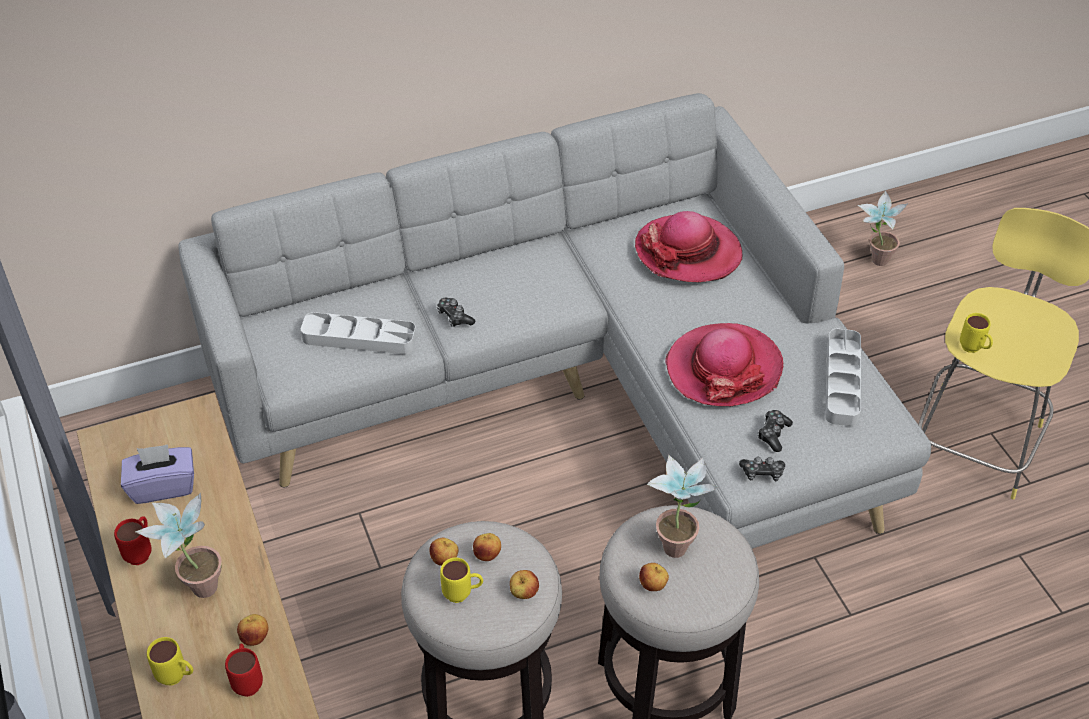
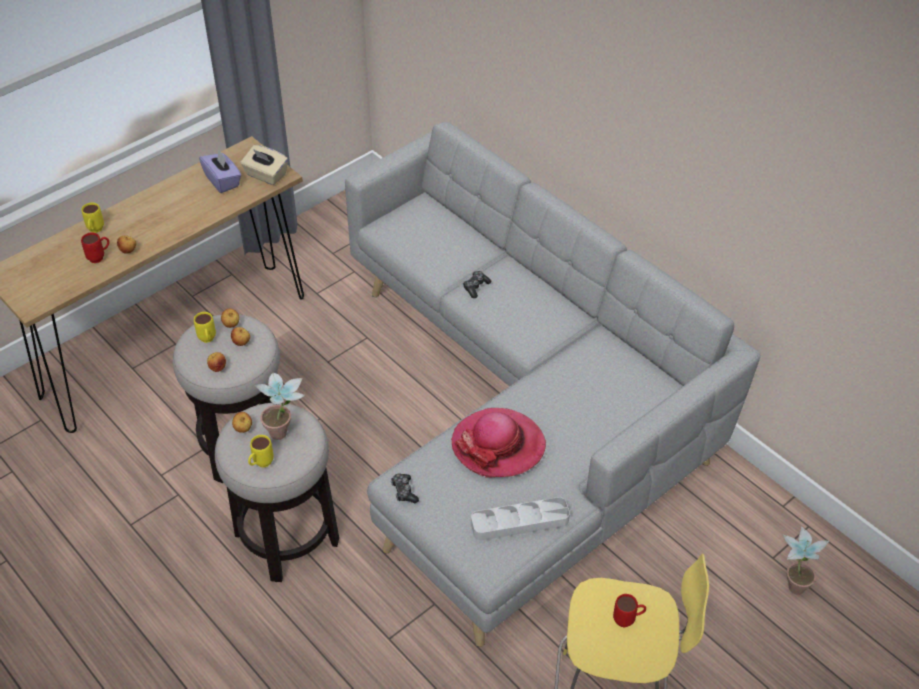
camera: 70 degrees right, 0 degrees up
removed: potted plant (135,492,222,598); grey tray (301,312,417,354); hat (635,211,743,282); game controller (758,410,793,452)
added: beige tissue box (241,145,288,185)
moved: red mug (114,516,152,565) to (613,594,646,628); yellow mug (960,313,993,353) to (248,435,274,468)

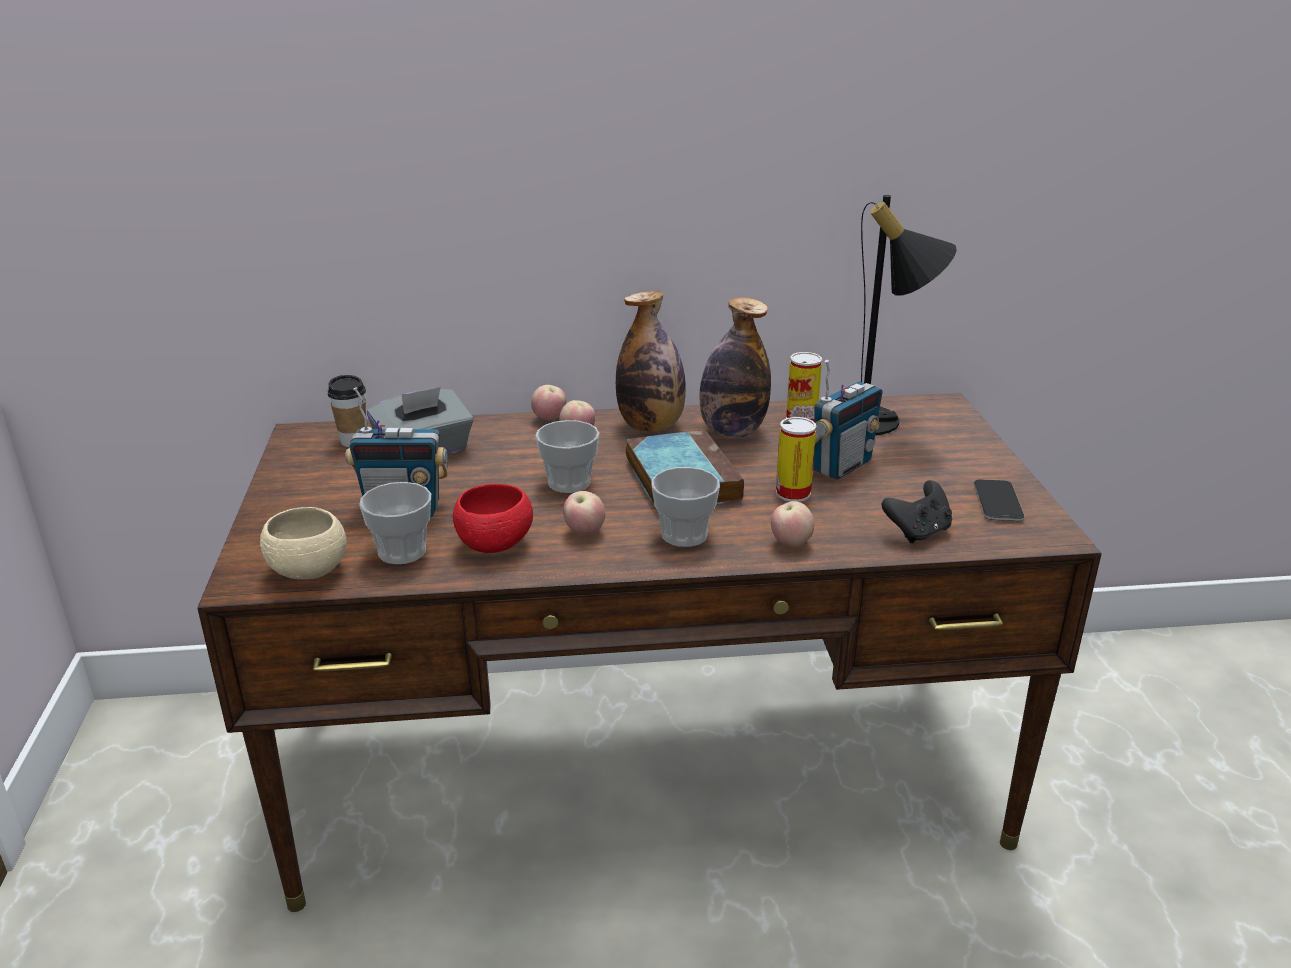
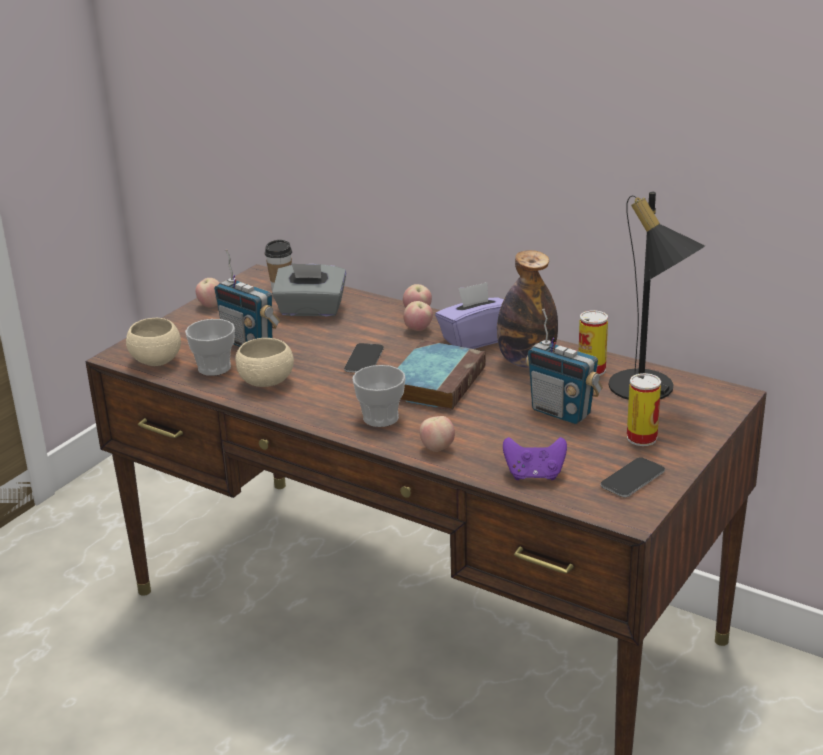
camera: 40 degrees right, 0 degrees up
moved: apple (563,491,605,536) to (195,278,220,307); can (776,417,816,502) to (627,373,661,446)
replaced: cup (535,420,599,493) to phone (344,343,384,373); bottle (616,291,686,432) to purple tissue box (435,282,504,349)
recoloured: red bowl (453,484,533,553) to beige bowl (235,338,294,387); black game controller (882,480,952,543) to purple game controller (503,437,567,480)
turned: radio (813,360,883,480) = (526,309,603,424) 45 degrees clockwise

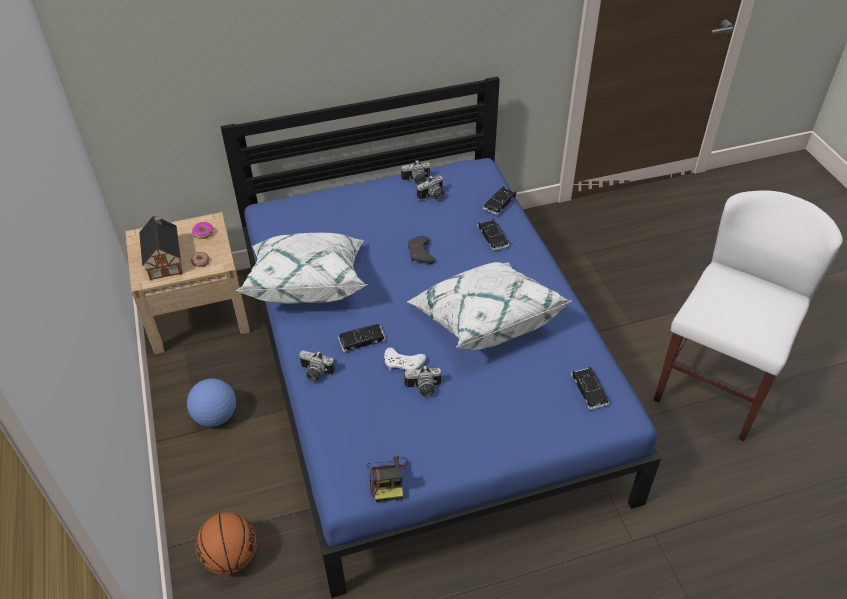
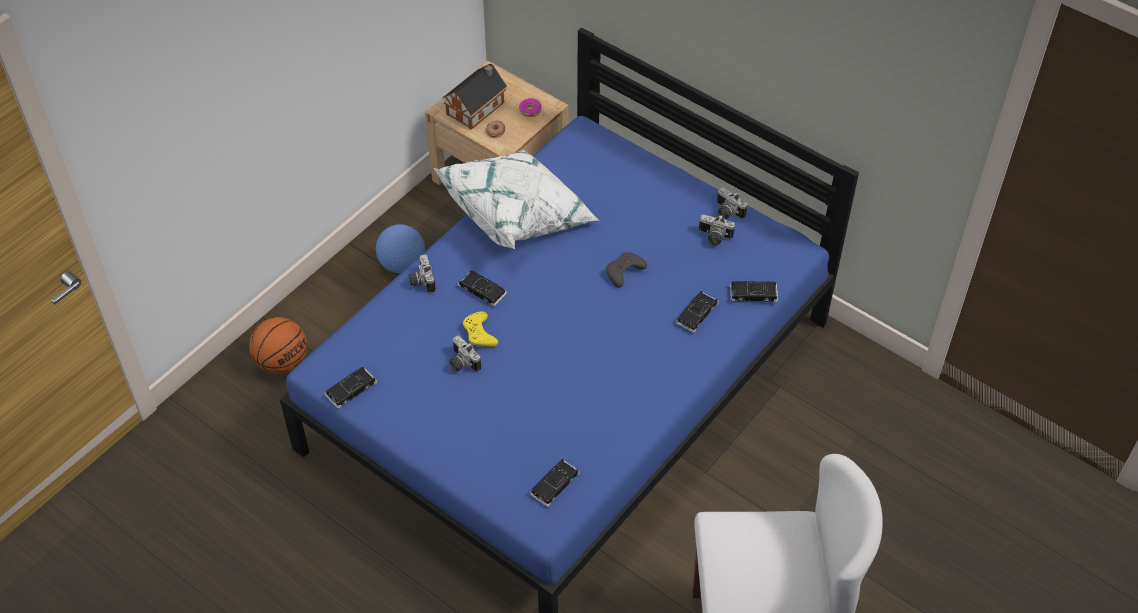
camera: 55 degrees right, 5 degrees up
removed: white pillow (407,262,571,350)
replaced: photo camera (367,456,408,502) to black toy car (325,367,377,408)
recoloured: white game controller (384,348,426,371) to yellow game controller (463,311,498,347)

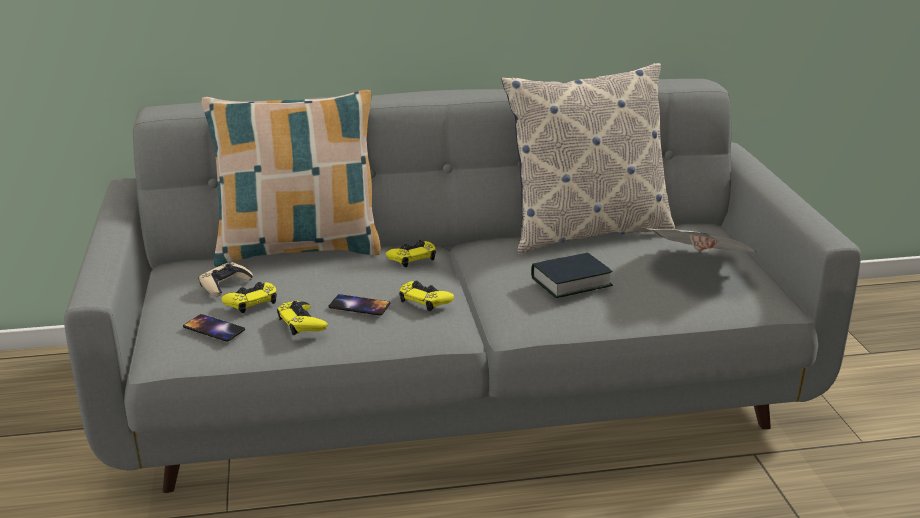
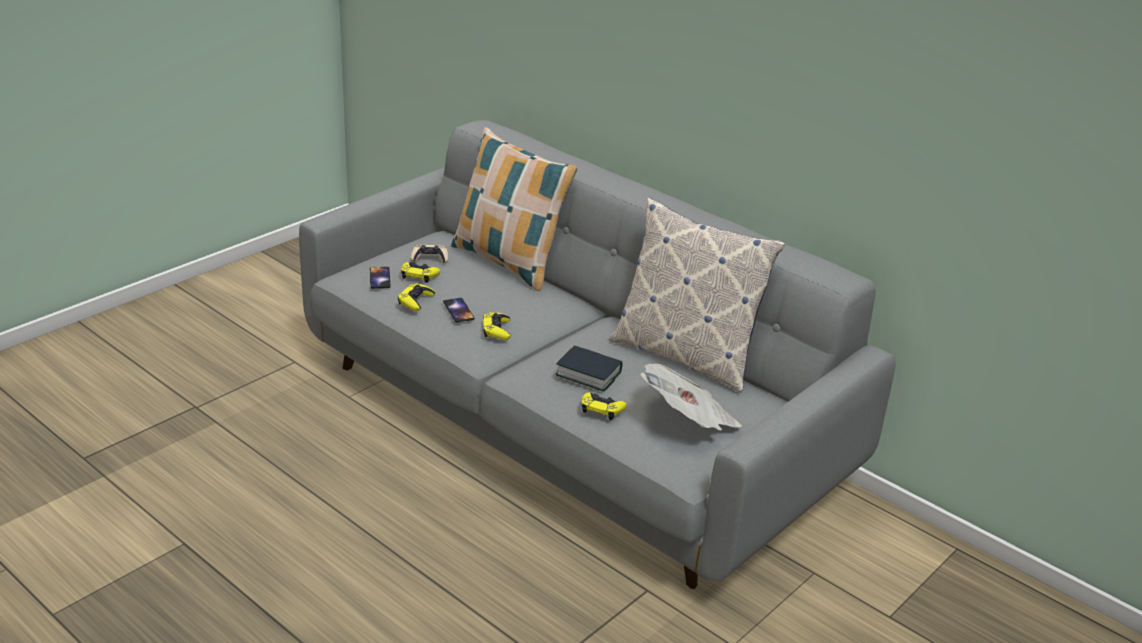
camera: 50 degrees right, 5 degrees up
moved: yellow game controller (386,240,436,267) to (581,392,627,420)

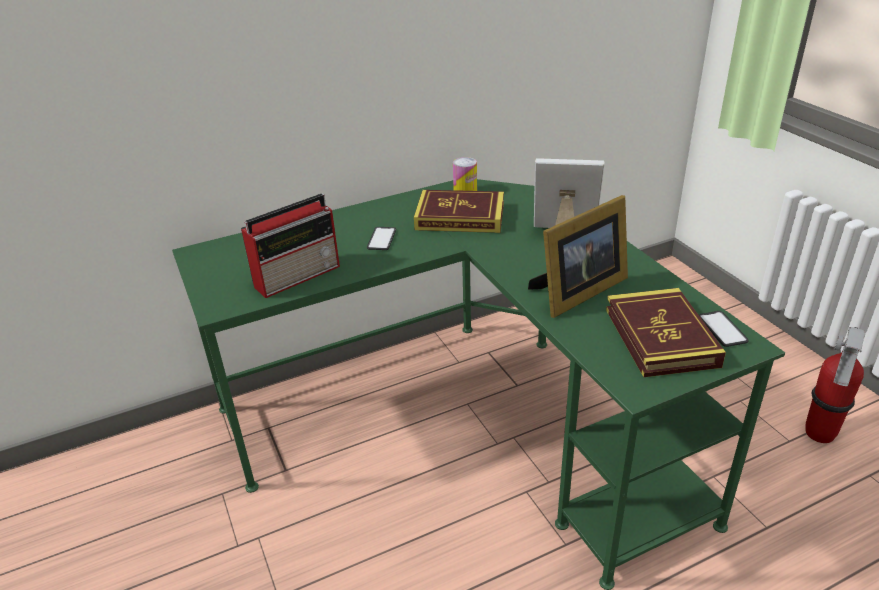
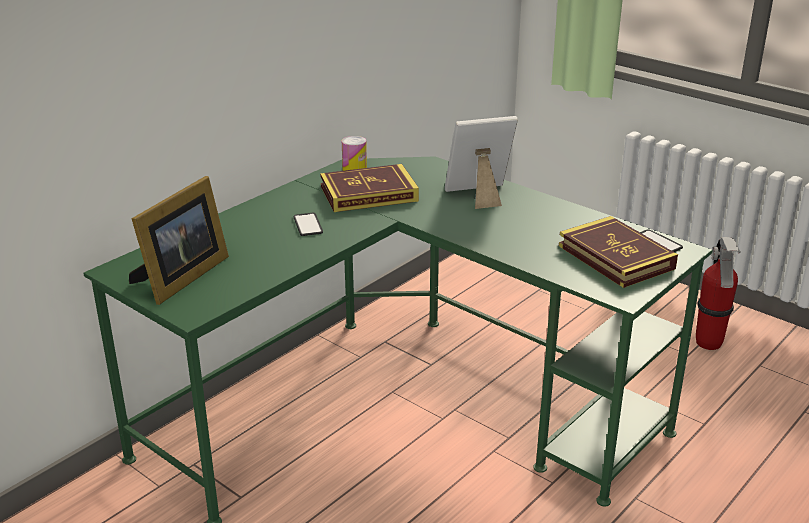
camera: 25 degrees left, 5 degrees down
removed: radio (241,194,340,298)
moved: picture frame (528,195,628,318) to (129,176,229,305)

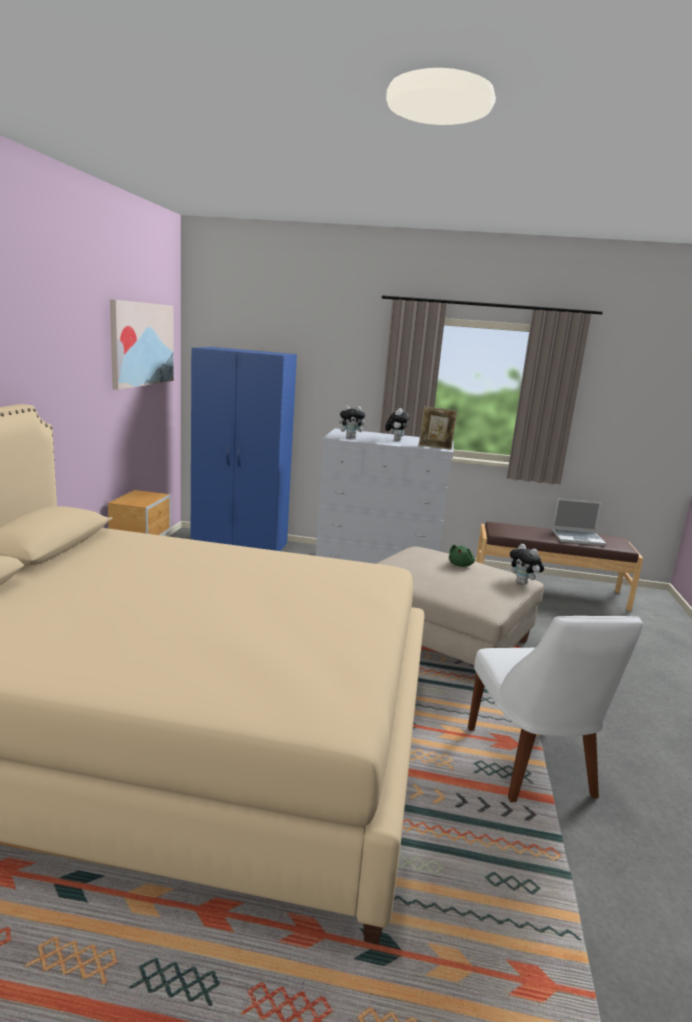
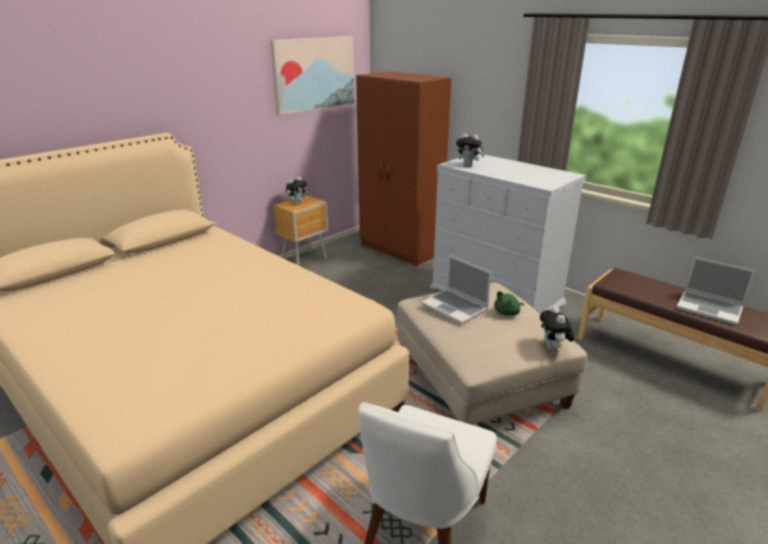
camera: 35 degrees right, 10 degrees up
removed: picture frame (419,406,457,450)
added: laptop (421,255,492,324)
moved: plush toy (385,408,410,441) to (286,177,308,204)
recoloured: blue wardrobe (191,347,297,551) to brown wardrobe (356,71,451,266)

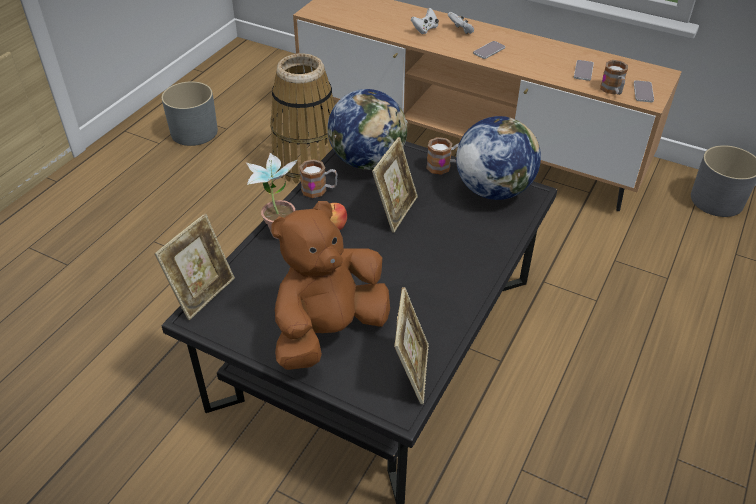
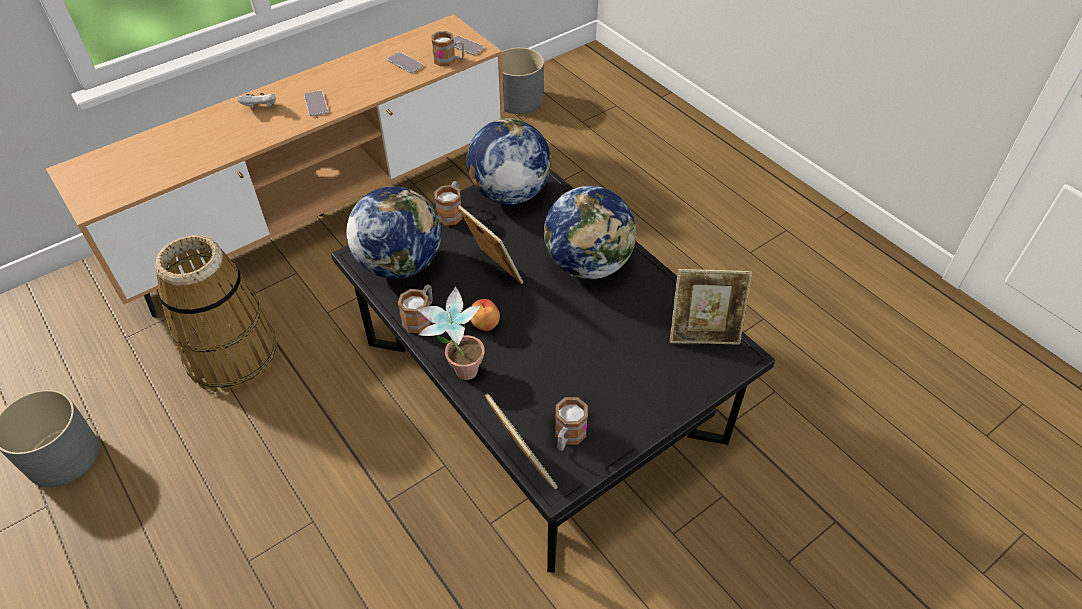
camera: 65 degrees left, 5 degrees up
removed: brown plush toy (271,201,390,370); white game controller (411,8,439,34)
added: globe (544,186,637,279); mug (555,397,588,451)
turned: picture frame (394,287,429,404) = (670,269,752,345) 150 degrees clockwise

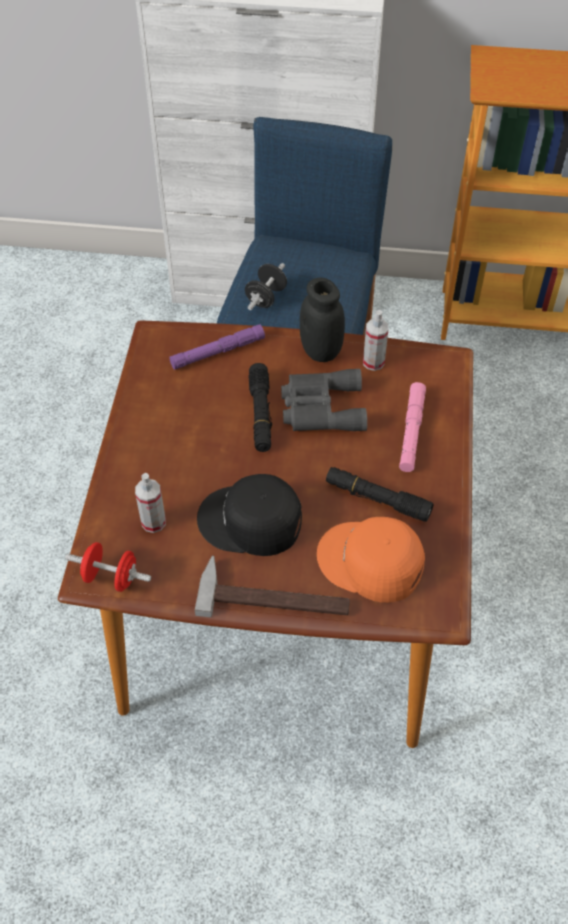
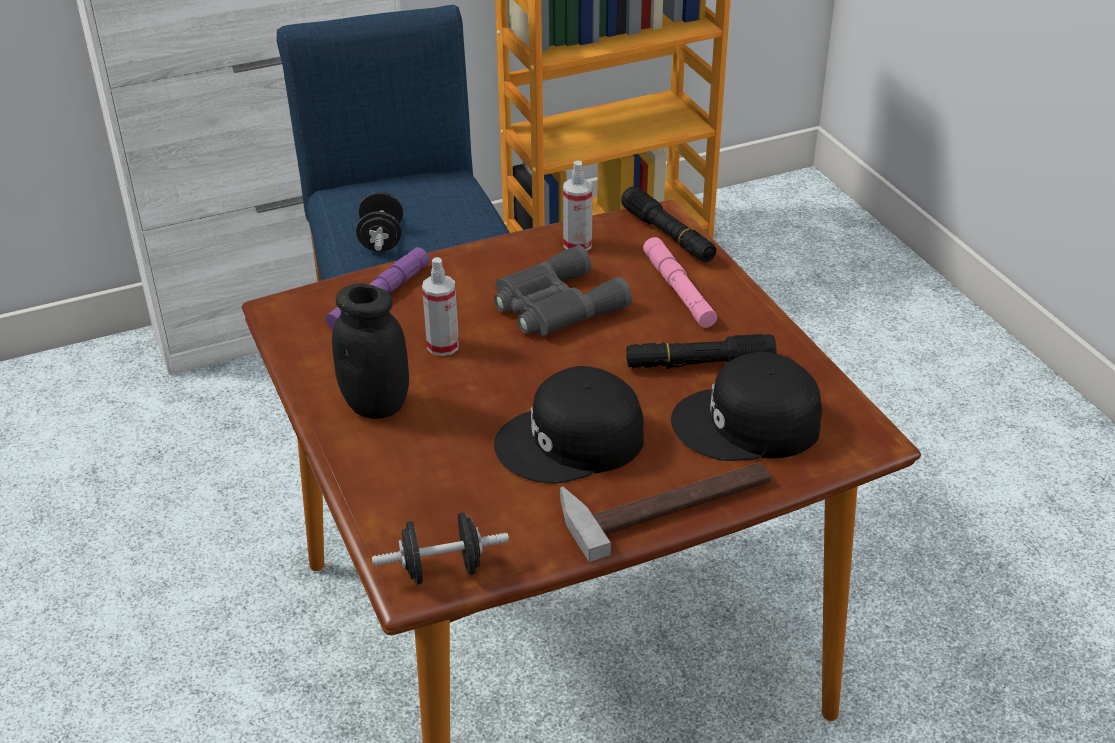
camera: 30 degrees left, 15 degrees down
moved: spray bottle (135,473,166,533) to (422,257,459,356); black flashlight (249,363,272,452) to (621,187,716,262); black jar (300,278,345,362) to (332,283,409,419)
recoloured: red dumbbell (65,542,151,592) to black dumbbell (372,512,509,585); orange cap (317,517,425,603) to black cap (671,352,822,461)

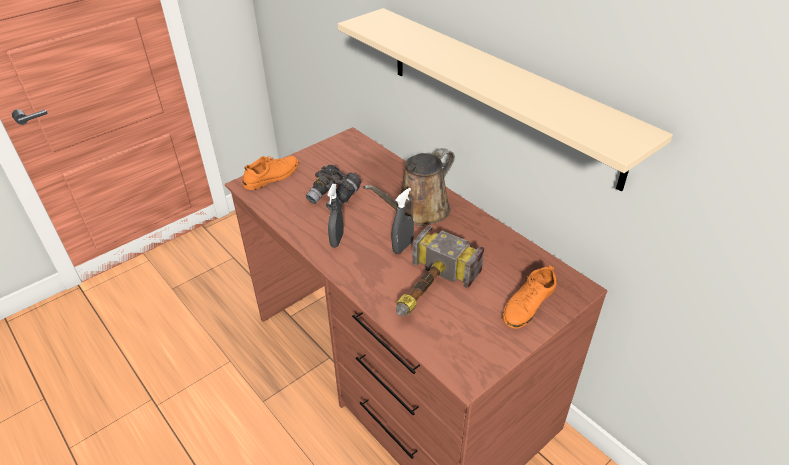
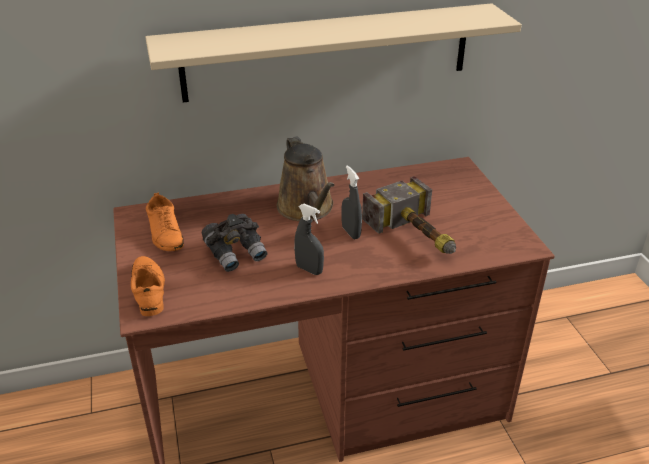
camera: 65 degrees left, 5 degrees down
moved: orange shoe (502,265,557,329) to (146,193,184,251)

